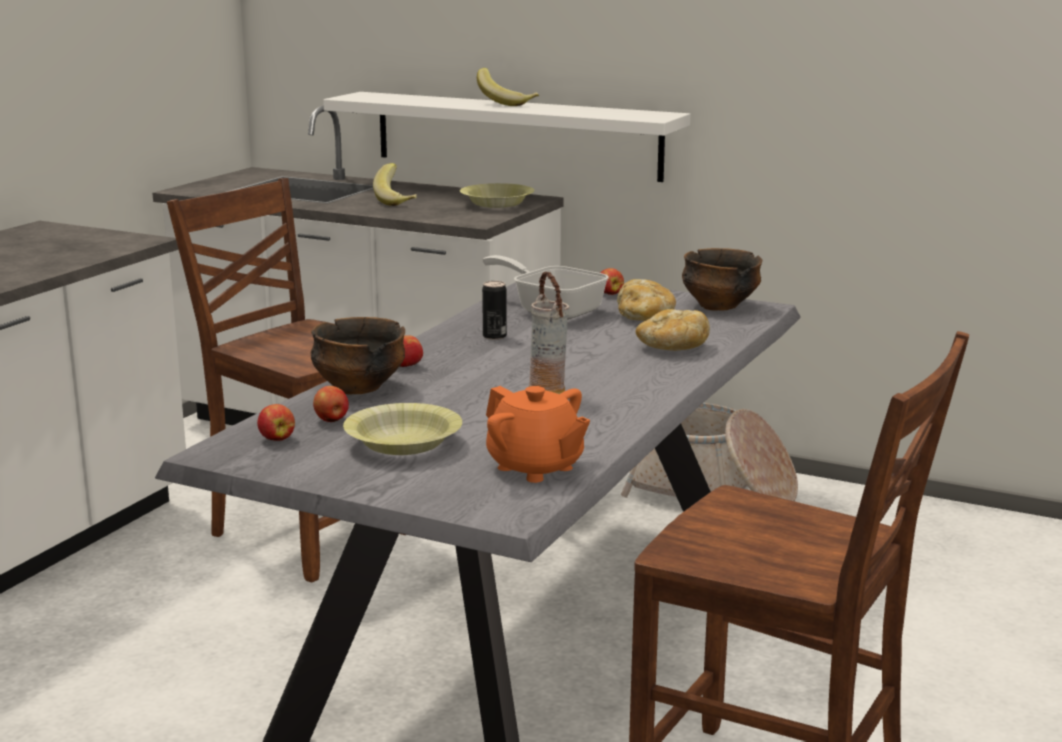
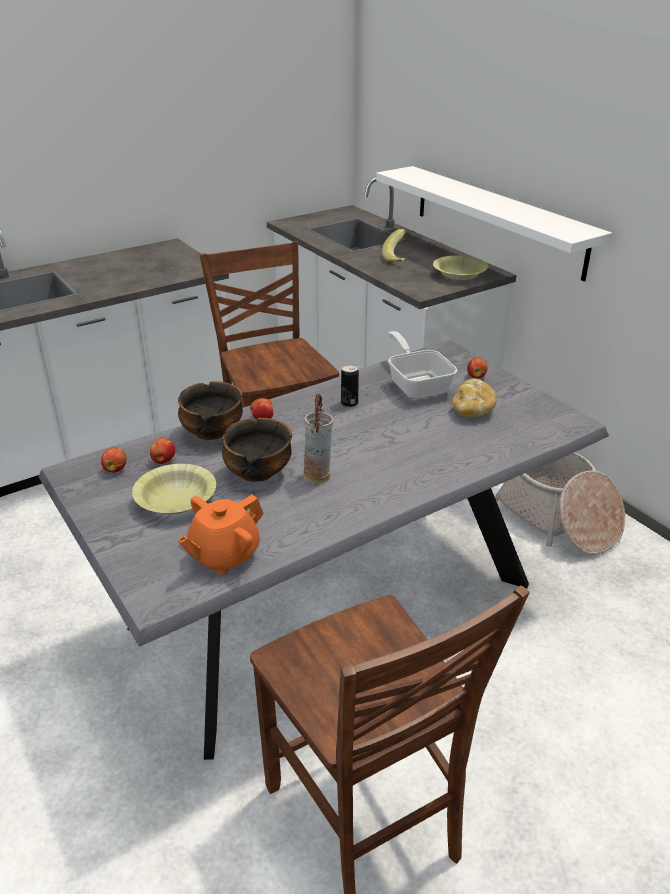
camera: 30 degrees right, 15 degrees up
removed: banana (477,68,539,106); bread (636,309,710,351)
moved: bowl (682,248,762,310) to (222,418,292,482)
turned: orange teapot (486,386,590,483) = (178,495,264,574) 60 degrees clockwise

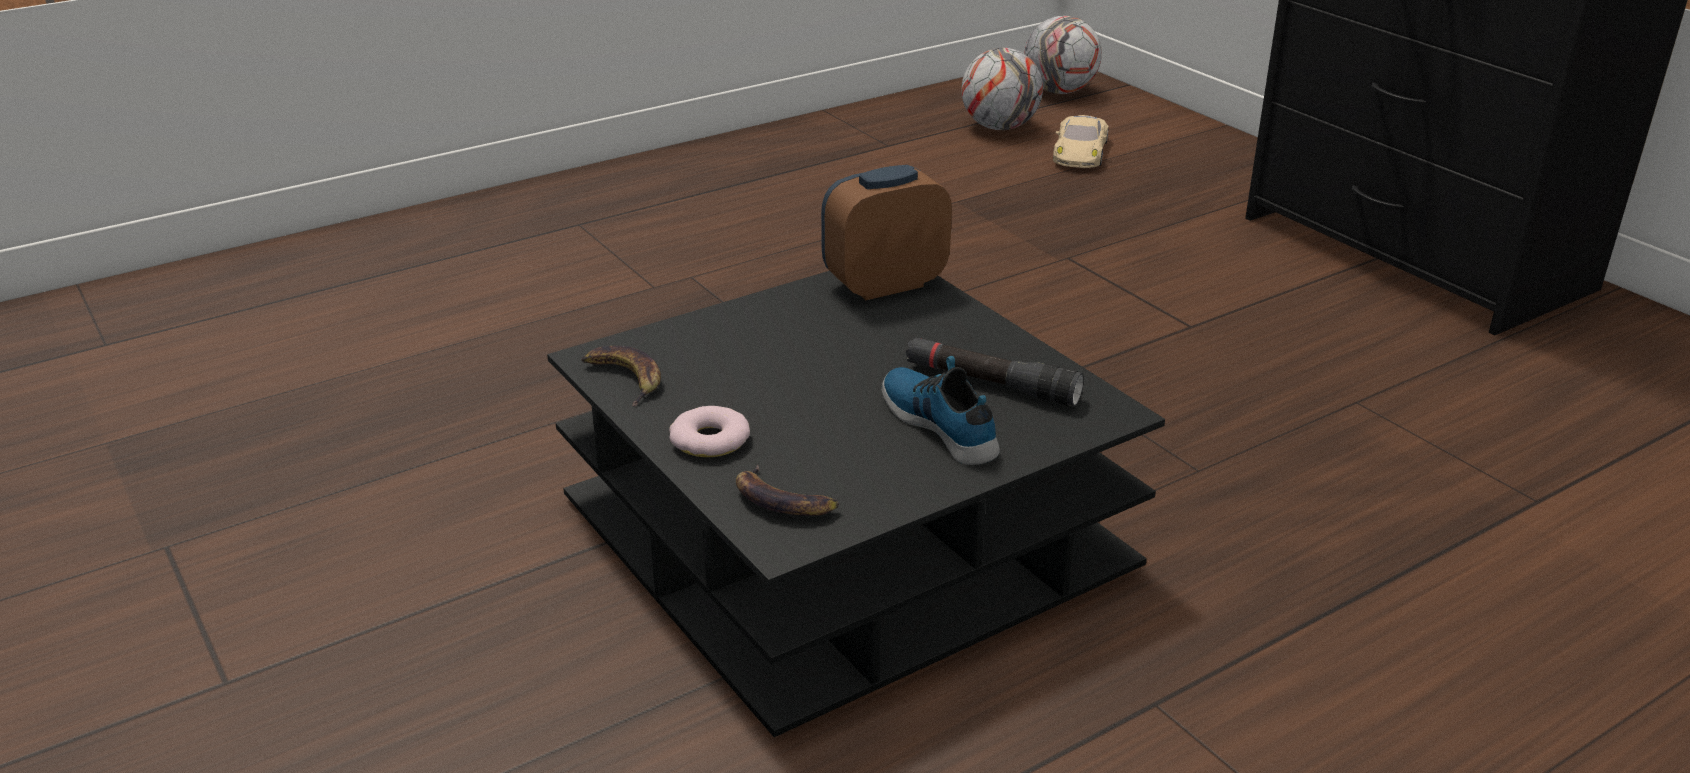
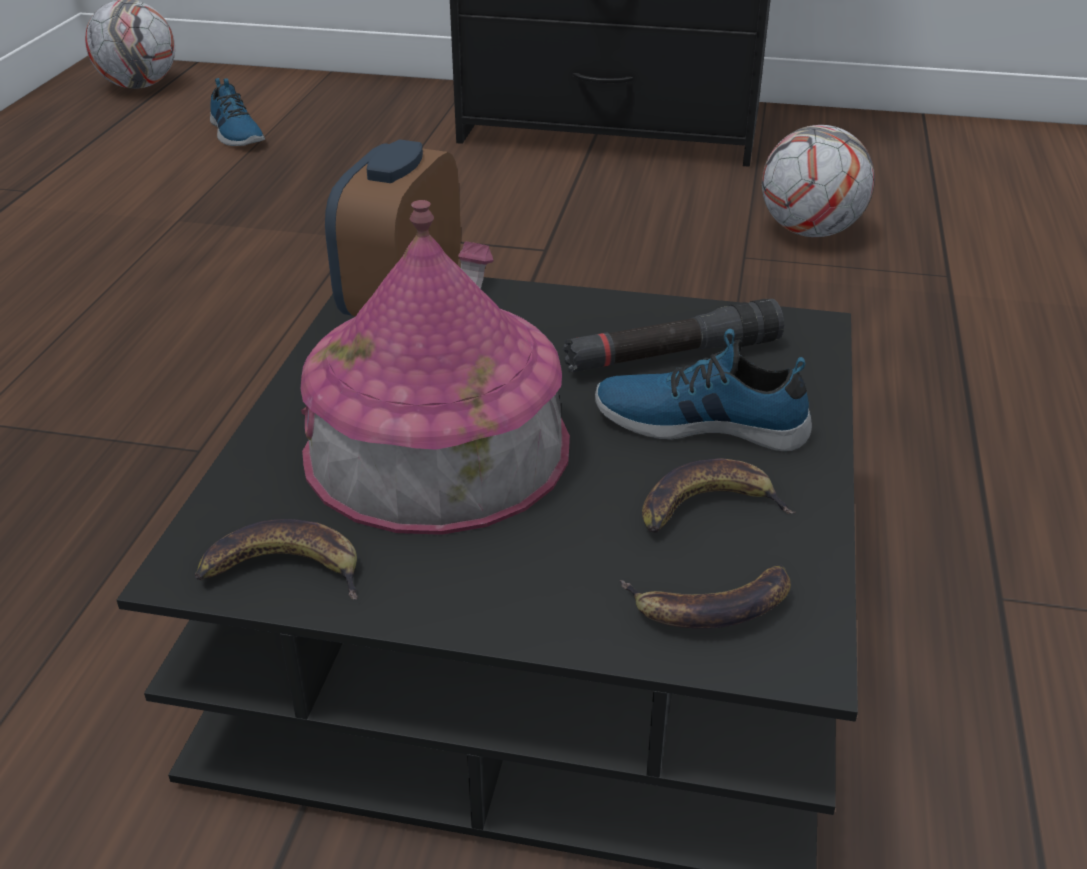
camera: 45 degrees left, 5 degrees up
removed: donut (669,406,750,457)
added: toy house (301,200,570,535); banana (642,458,796,533)
moved: football (961,48,1043,130) to (762,125,875,237)
replaced: beige toy car (1053,115,1109,168) to shoe (210,78,265,146)

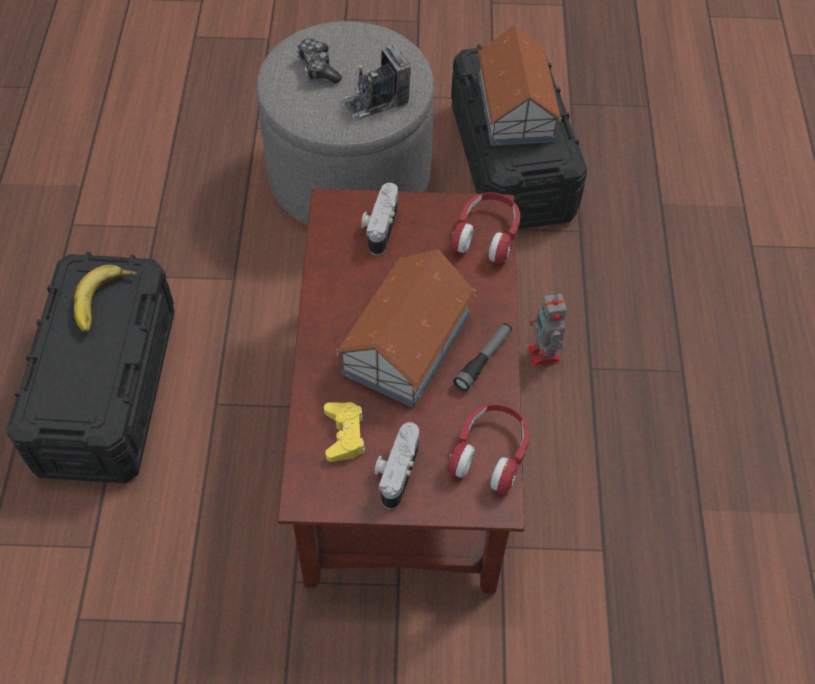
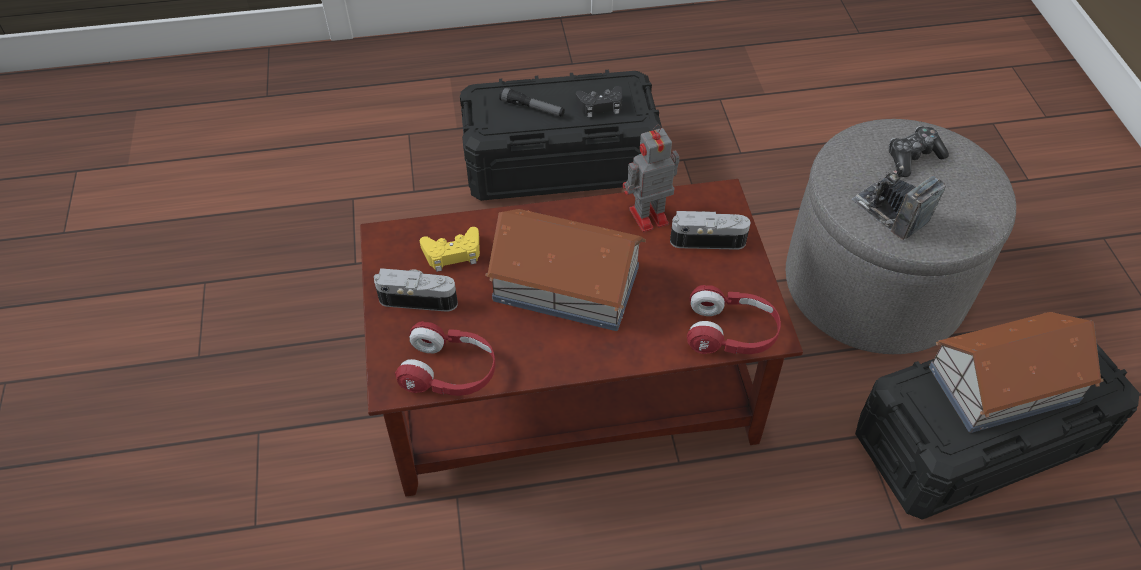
camera: 80 degrees right, 5 degrees down
moved: flashlight (453,323,512,391) to (499,87,565,117); toy robot (527,294,567,367) to (623,124,679,232)
replaced: banana (74,265,138,333) to black game controller (576,86,622,117)

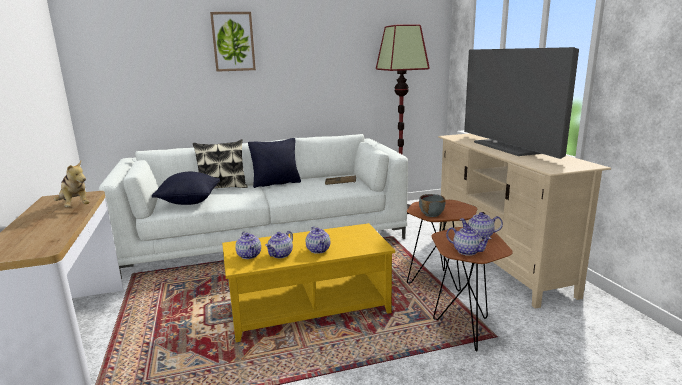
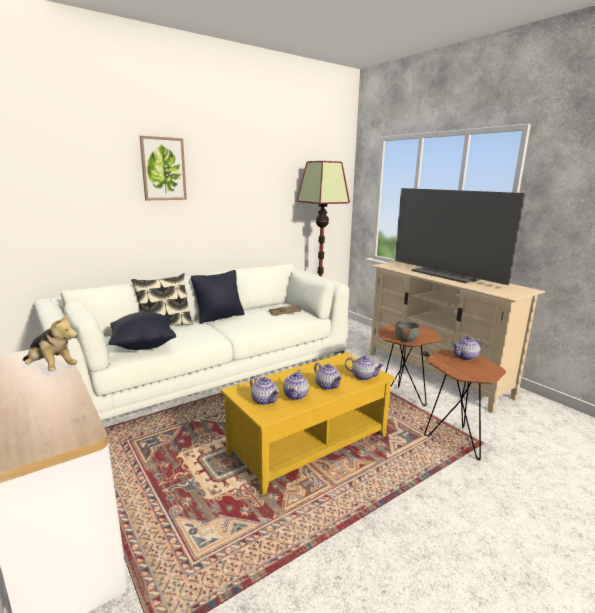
camera: 20 degrees left, 0 degrees up
moved: teapot (446,226,492,256) to (345,356,384,381)

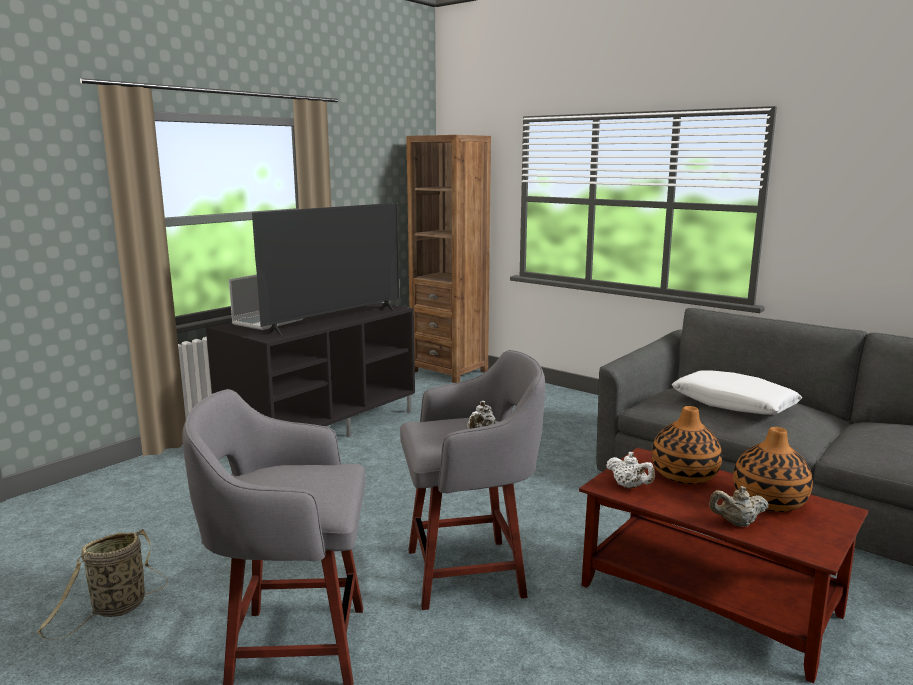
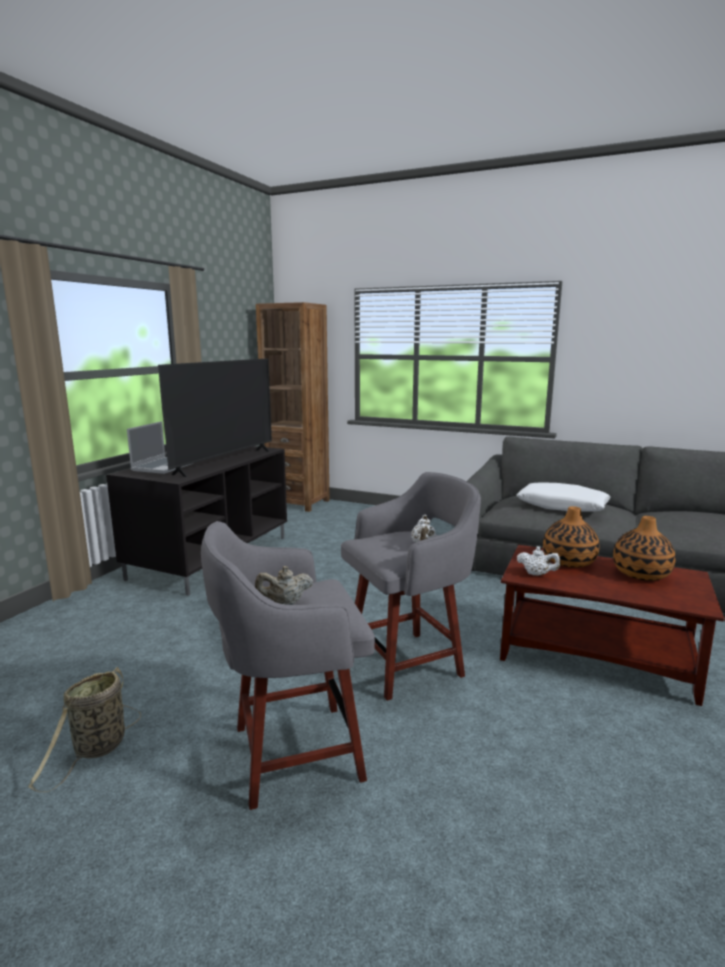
camera: 15 degrees left, 0 degrees up
moved: beige teapot (709,486,768,527) to (255,566,313,605)

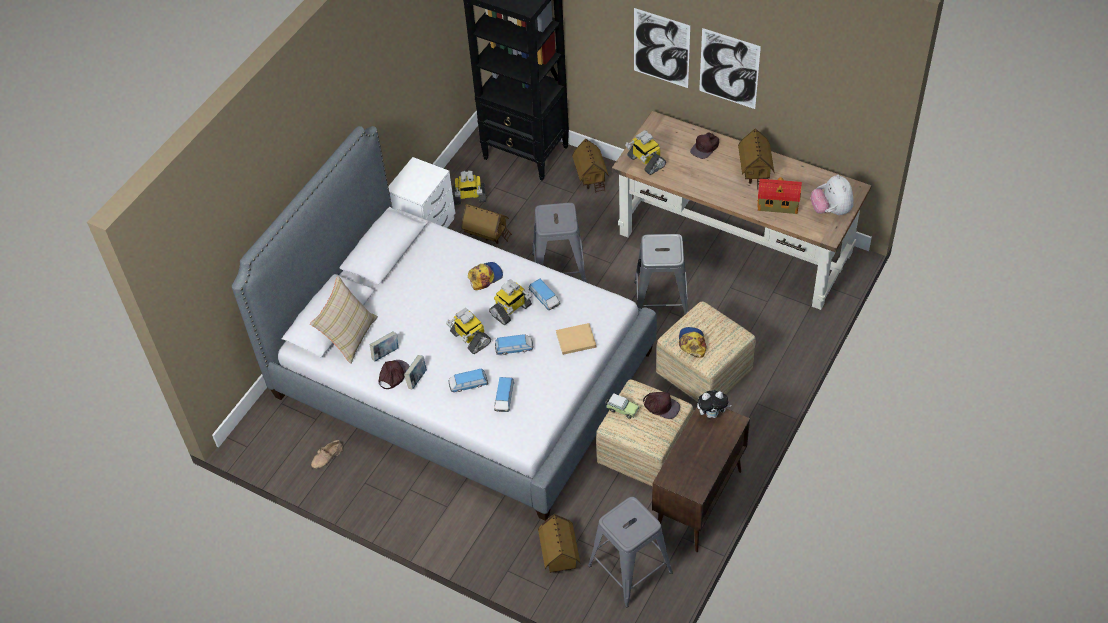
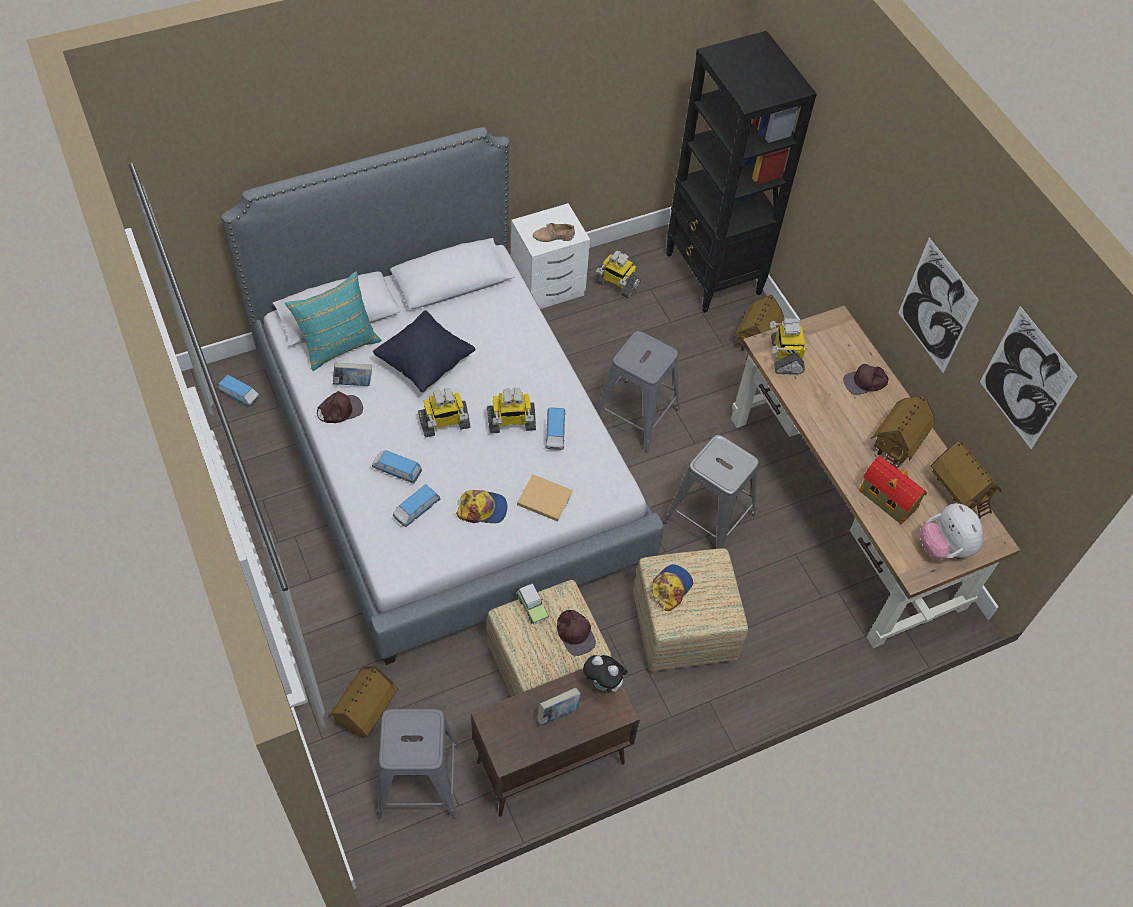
camera: 30 degrees right, 5 degrees up
added: black pillow (373,310,475,393)
moved: beige shoe (311,440,343,468) to (533,223,575,242); book (404,355,427,389) to (538,688,581,725); toy house (461,204,512,244) to (931,440,1001,519); cap (468,262,503,290) to (456,490,507,523); toy car (495,334,533,355) to (217,375,260,407); picture (634,8,690,88) to (980,306,1078,449)
recoloured: beige pillow (310,276,378,364) to turquoise pillow (285,272,382,371)
turned: toy robot (446,308,491,354) = (418,388,470,438) 105 degrees counterclockwise; plush toy (811,175,853,215) = (920,503,984,559) 45 degrees counterclockwise

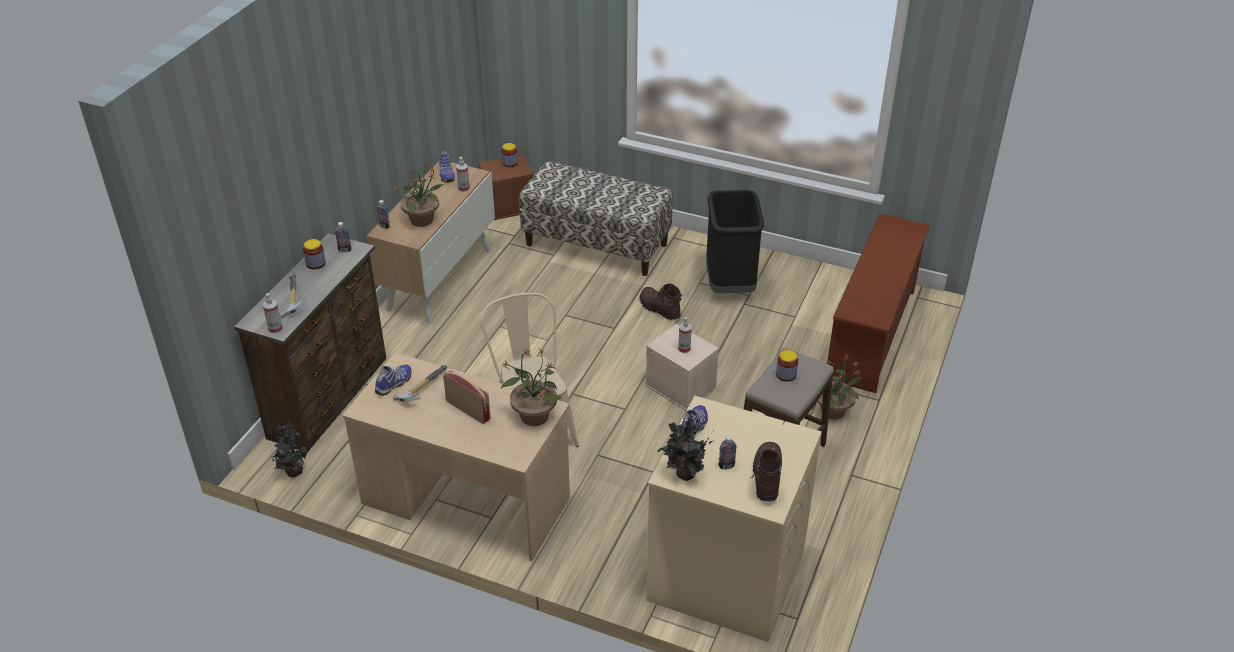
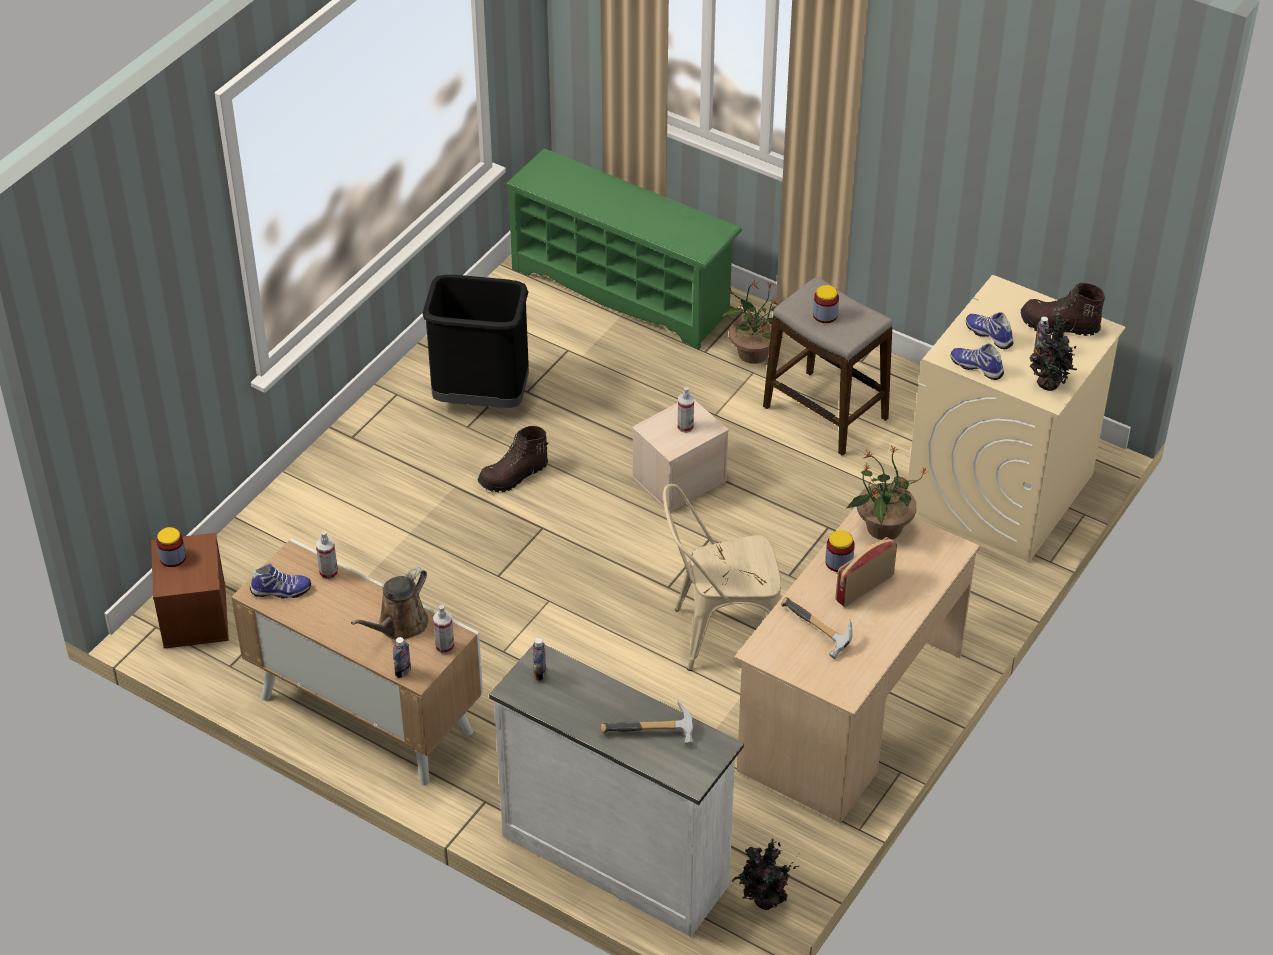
camera: 80 degrees left, 5 degrees up
removed: bench (519,161,673,276)
moved: spray bottle (263,293,283,333) to (433,605,454,654); jar (303,239,326,269) to (825,530,855,572); shoe (375,364,412,396) to (966,313,1013,349)
replaced: potted plant (392,163,444,227) to brown watering can (351,567,428,640)
recoloured: brown dresser (234,233,386,453) to white dresser (489,645,744,937); brown shoe rack (827,214,930,393) to green shoe rack (504,149,742,350)

